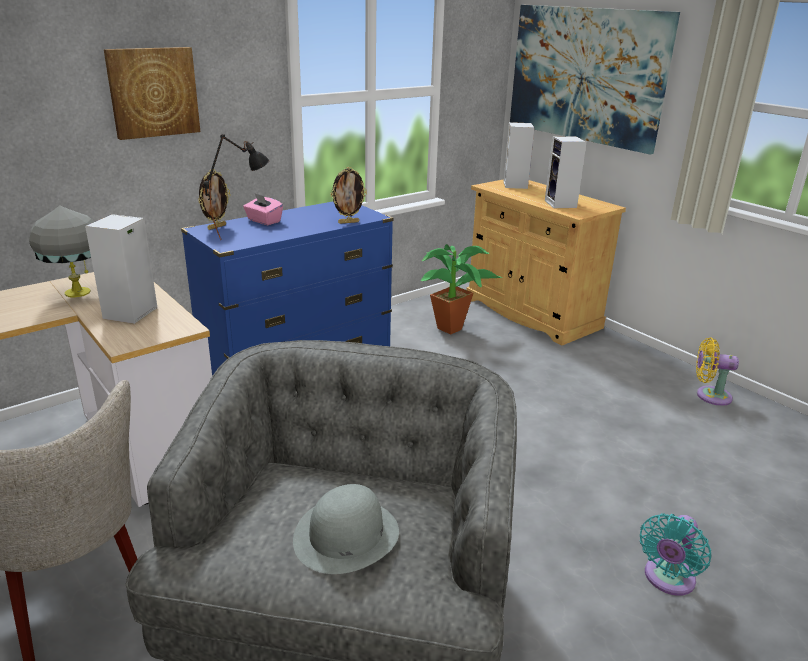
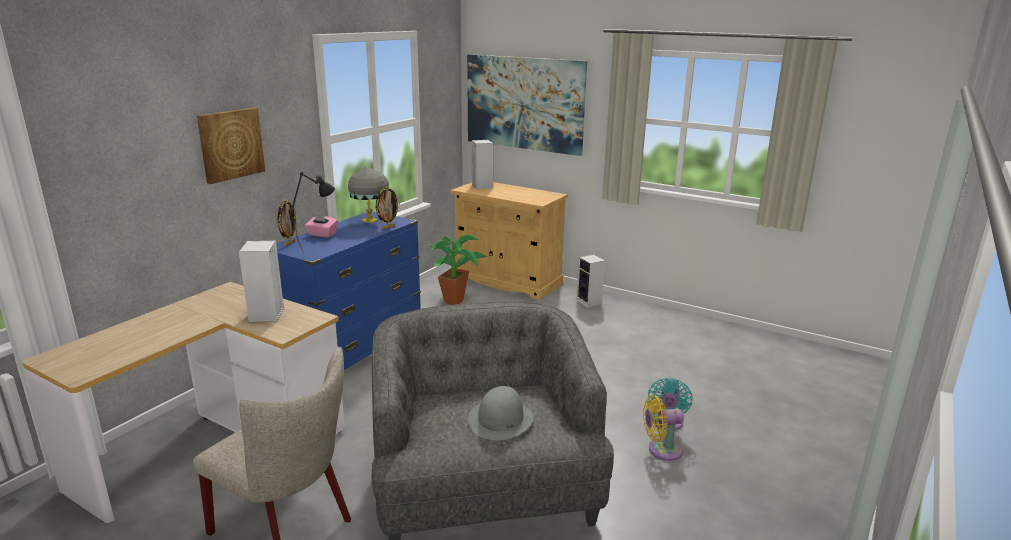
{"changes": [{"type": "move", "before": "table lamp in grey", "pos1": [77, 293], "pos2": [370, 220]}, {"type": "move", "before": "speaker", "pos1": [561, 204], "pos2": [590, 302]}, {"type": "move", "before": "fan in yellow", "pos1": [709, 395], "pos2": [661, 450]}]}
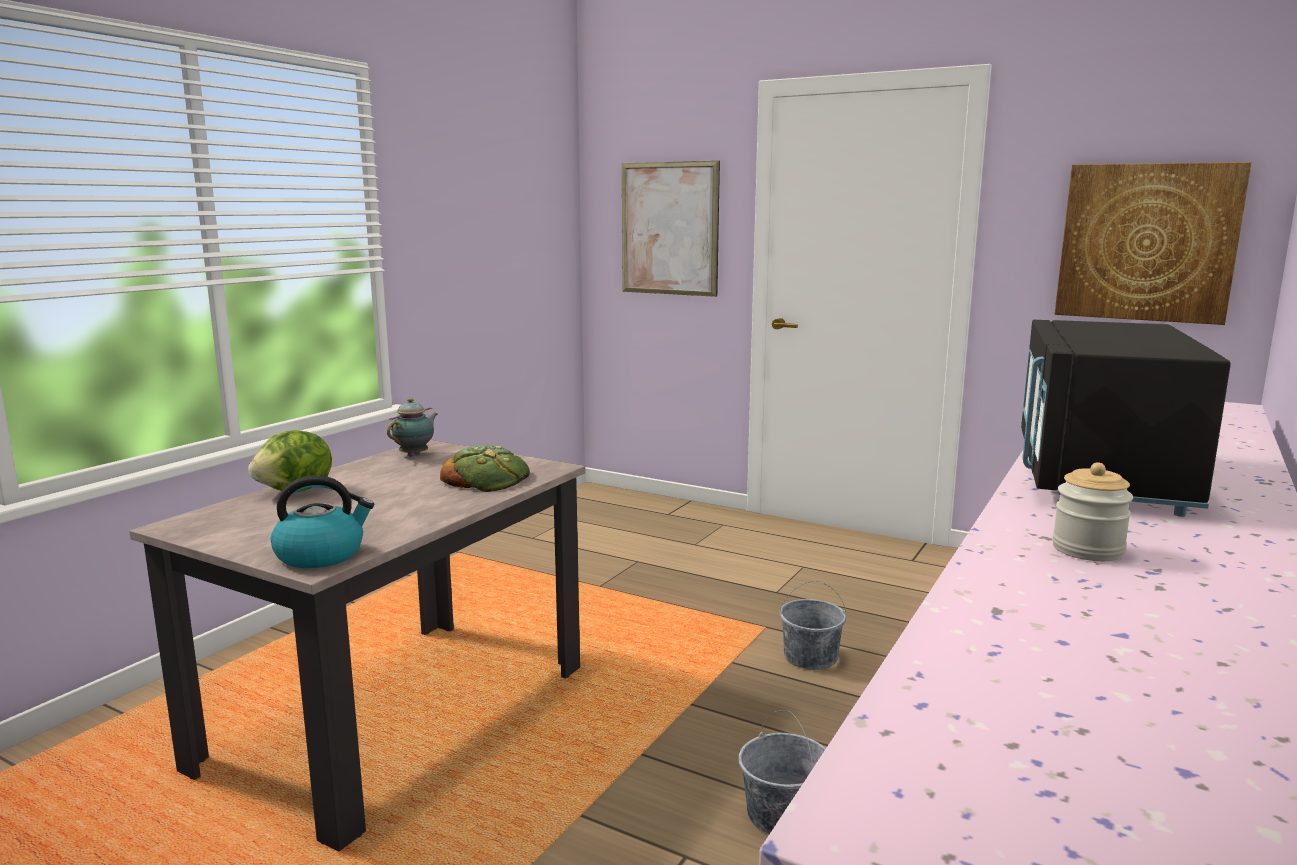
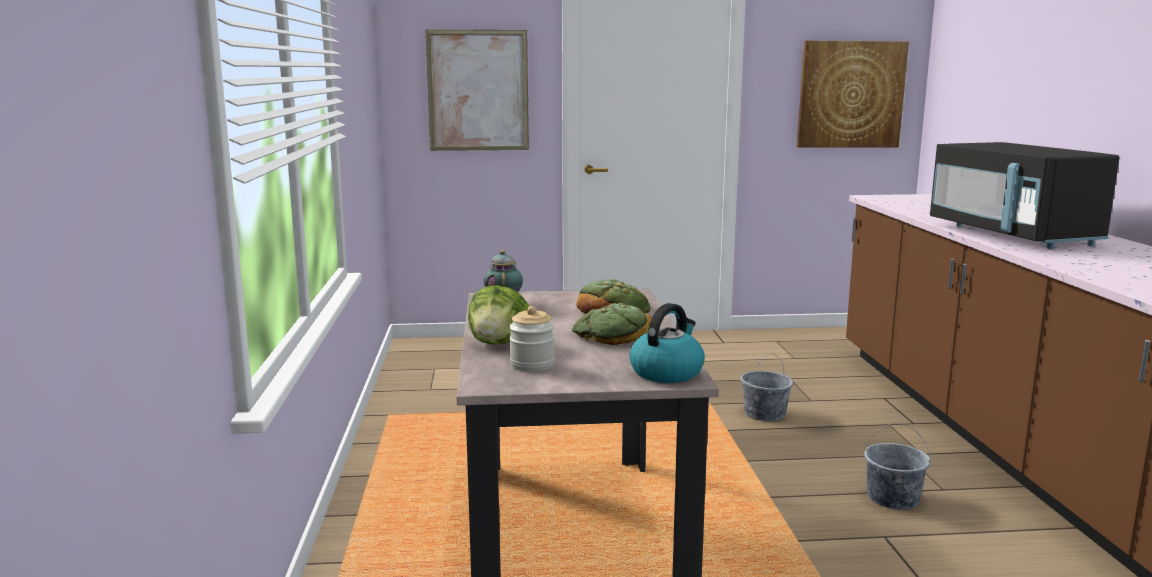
{"changes": [{"type": "insert", "after": "bread", "pos2": [613, 334]}, {"type": "move", "before": "jar", "pos1": [1087, 550], "pos2": [532, 365]}]}
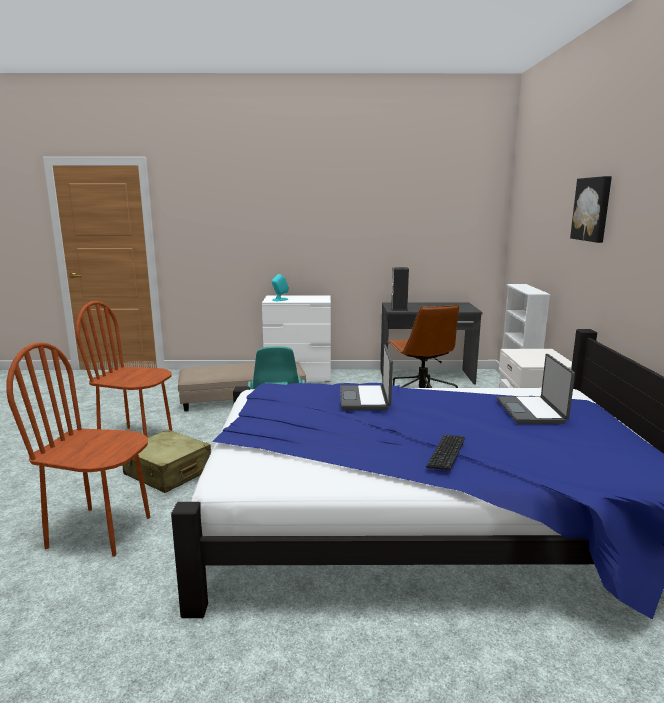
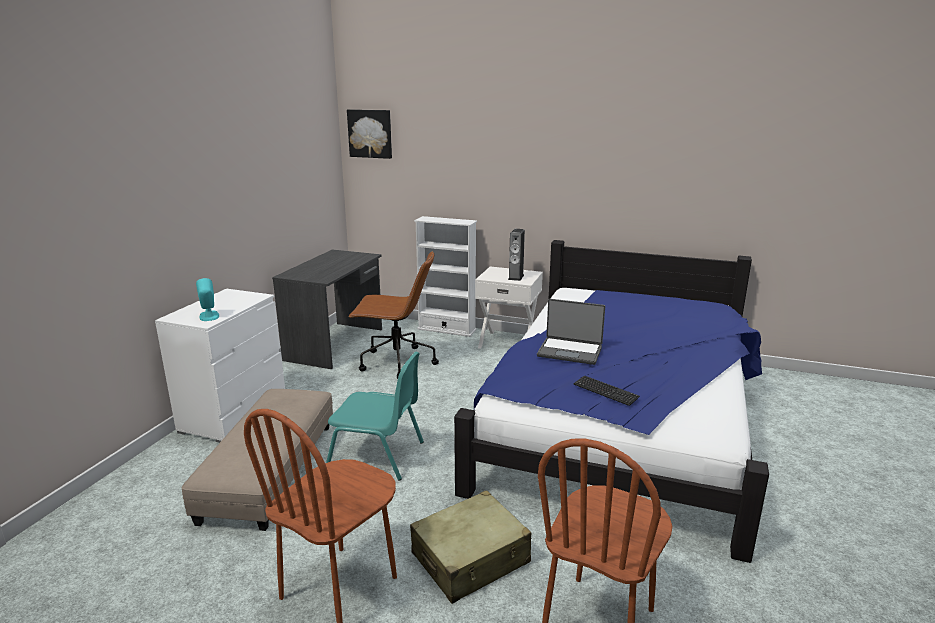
{"changes": [{"type": "delete", "before": "laptop", "pos1": [532, 411]}, {"type": "move", "before": "speaker", "pos1": [399, 310], "pos2": [516, 277]}, {"type": "move", "before": "keyboard", "pos1": [446, 453], "pos2": [605, 391]}, {"type": "move", "before": "picture", "pos1": [592, 209], "pos2": [370, 133]}]}
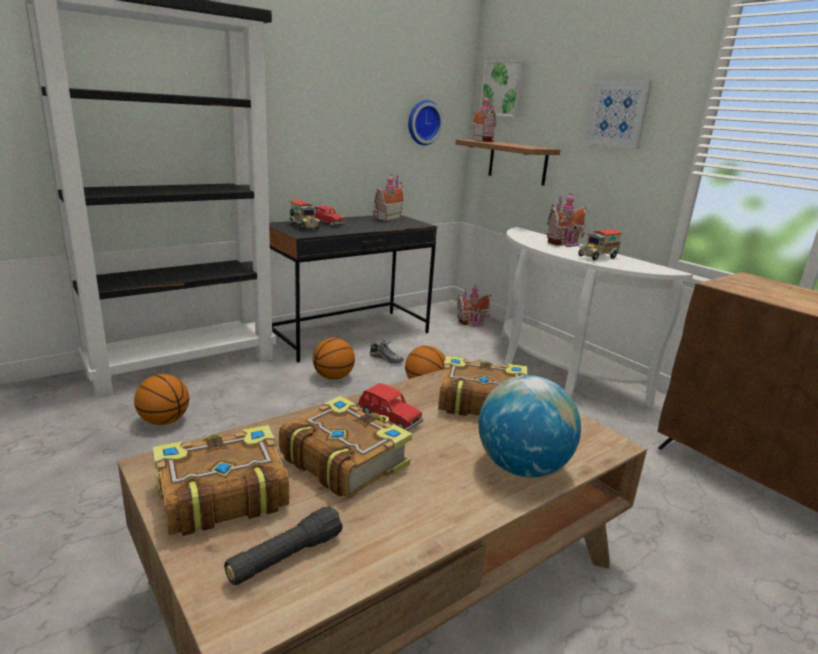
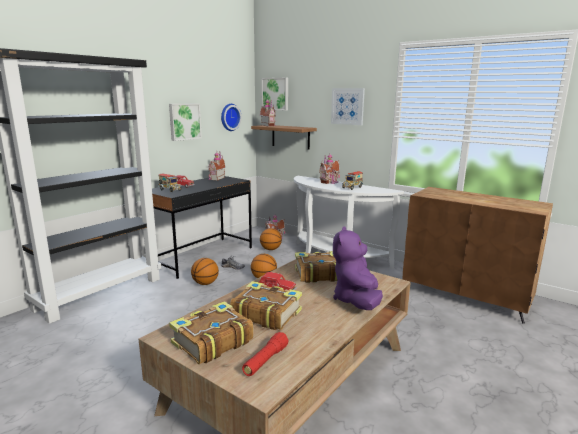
{"changes": [{"type": "insert", "after": "picture", "pos2": [184, 121]}, {"type": "move", "before": "basketball", "pos1": [164, 421], "pos2": [270, 249]}, {"type": "replace", "before": "globe", "after": "plush toy in purple", "pos1": [521, 467], "pos2": [356, 300]}, {"type": "recolor", "before": "flashlight in black", "after": "flashlight in red", "pos1": [285, 557], "pos2": [265, 361]}]}
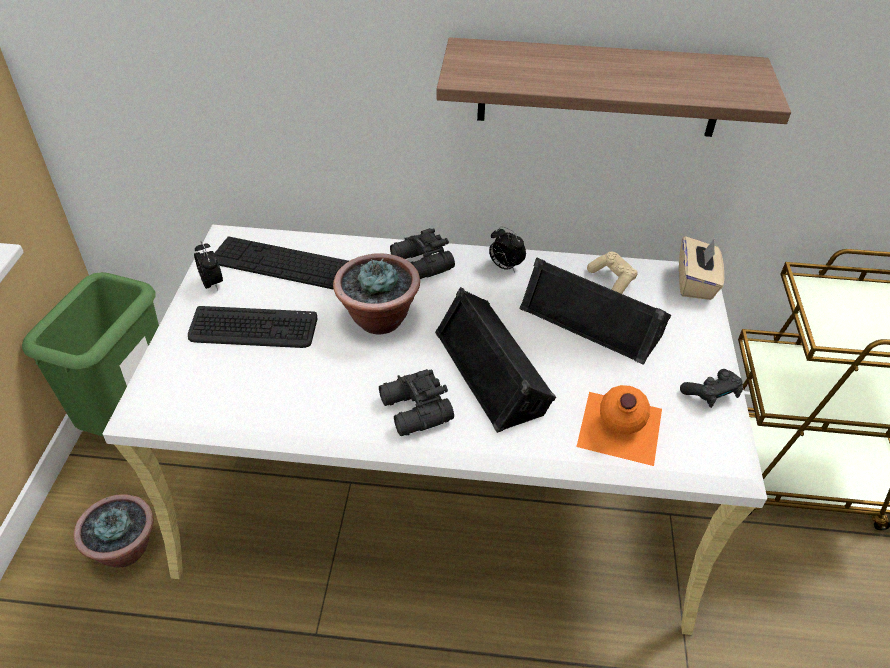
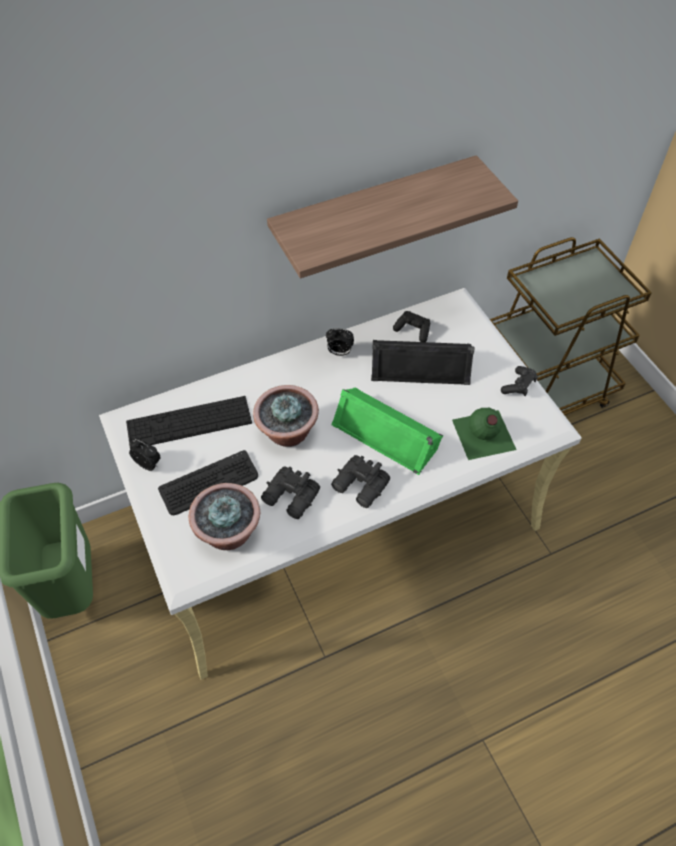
{"changes": [{"type": "delete", "before": "tissue box in beige", "pos1": [695, 283]}, {"type": "move", "before": "potted plant", "pos1": [125, 549], "pos2": [228, 533]}, {"type": "move", "before": "binoculars in black", "pos1": [421, 265], "pos2": [291, 498]}, {"type": "recolor", "before": "speaker in black", "after": "speaker in green", "pos1": [493, 370], "pos2": [386, 433]}, {"type": "recolor", "before": "bottle in orange", "after": "bottle in green", "pos1": [618, 428], "pos2": [483, 435]}, {"type": "recolor", "before": "game controller in beige", "after": "game controller in black", "pos1": [612, 280], "pos2": [413, 330]}]}
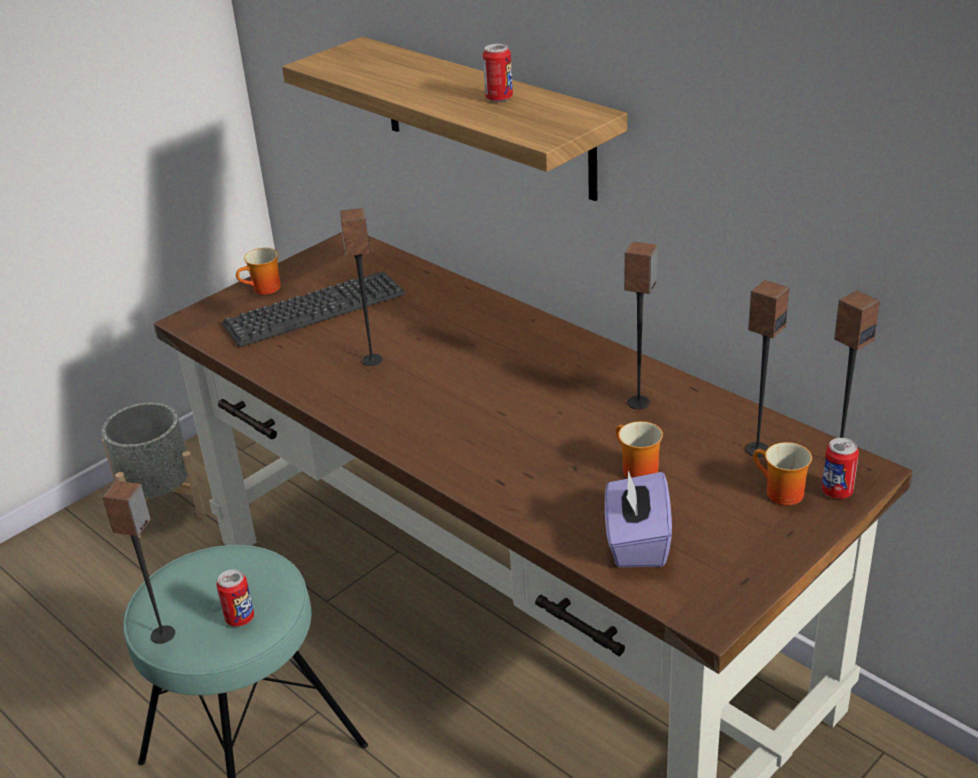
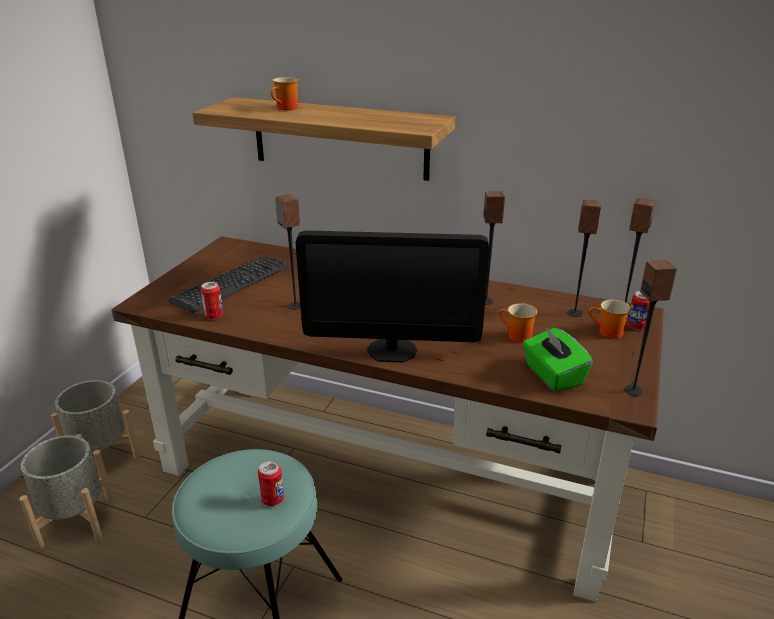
{"changes": [{"type": "insert", "after": "planter in grey", "pos2": [76, 521]}, {"type": "insert", "after": "monitor", "pos2": [392, 350]}, {"type": "move", "before": "speaker", "pos1": [163, 635], "pos2": [634, 390]}, {"type": "move", "before": "mug", "pos1": [264, 289], "pos2": [287, 108]}, {"type": "move", "before": "can", "pos1": [499, 98], "pos2": [214, 316]}, {"type": "recolor", "before": "tissue box in purple", "after": "tissue box in green", "pos1": [636, 542], "pos2": [552, 375]}]}
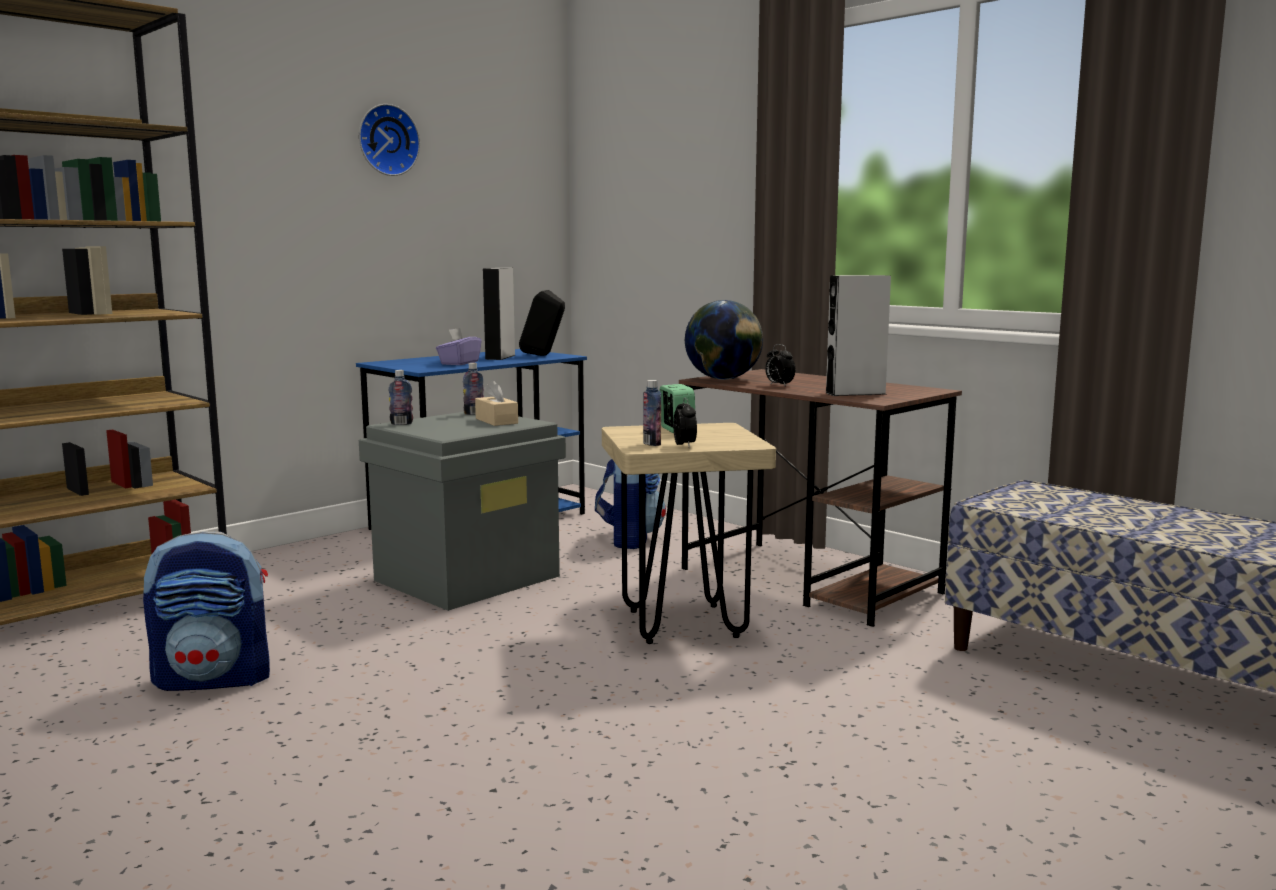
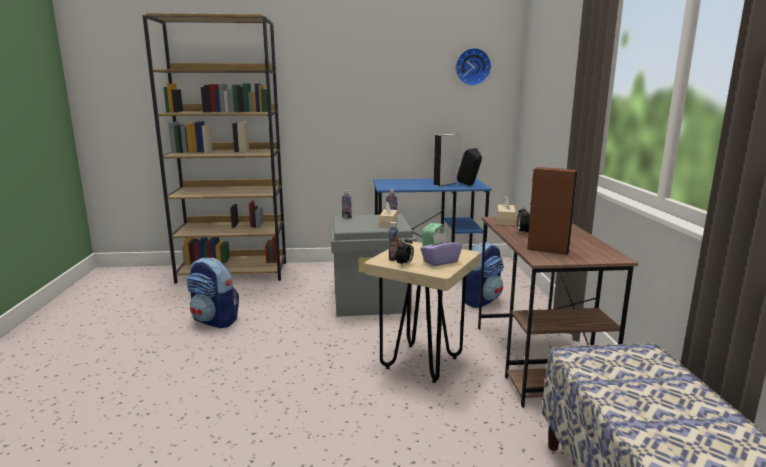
{"changes": [{"type": "move", "before": "wall clock", "pos1": [386, 140], "pos2": [472, 67]}, {"type": "move", "before": "tissue box in purple", "pos1": [459, 363], "pos2": [440, 261]}, {"type": "replace", "before": "globe", "after": "tissue box in beige", "pos1": [723, 379], "pos2": [505, 221]}, {"type": "recolor", "before": "speaker in grey", "after": "speaker in brown", "pos1": [855, 393], "pos2": [548, 250]}]}
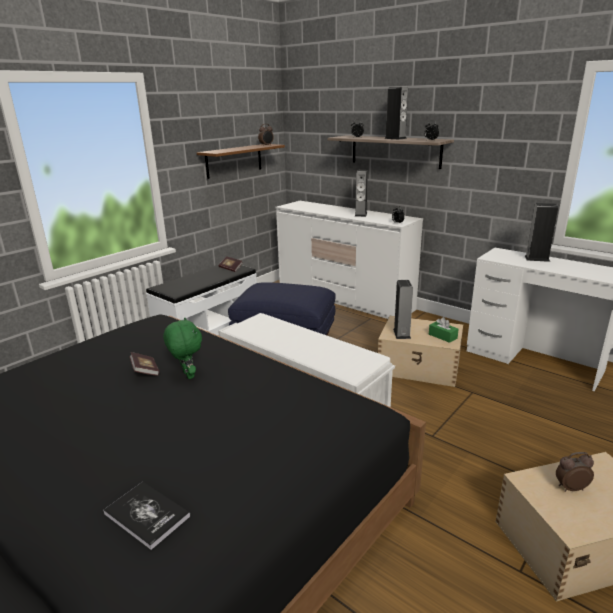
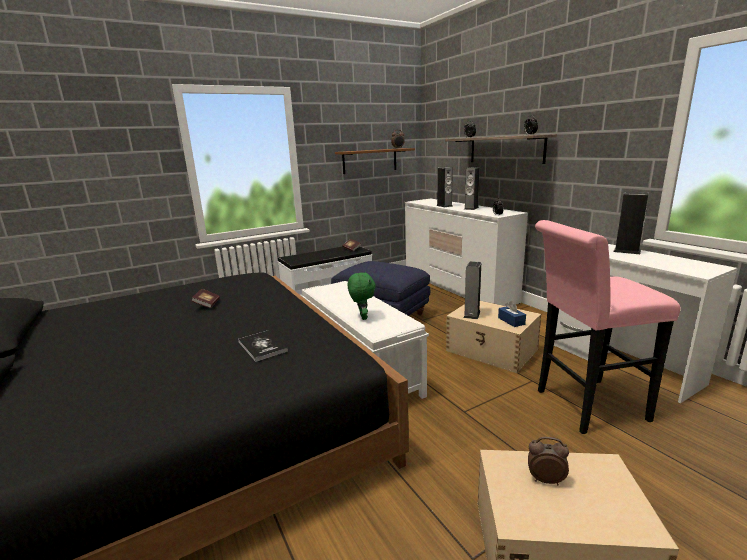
{"changes": [{"type": "insert", "after": "stool in pink", "pos2": [584, 406]}, {"type": "move", "before": "book", "pos1": [147, 515], "pos2": [262, 346]}, {"type": "move", "before": "plush toy in green", "pos1": [187, 375], "pos2": [362, 317]}, {"type": "move", "before": "speaker", "pos1": [395, 138], "pos2": [444, 206]}, {"type": "recolor", "before": "tissue box in green", "after": "tissue box in blue", "pos1": [442, 336], "pos2": [511, 321]}]}
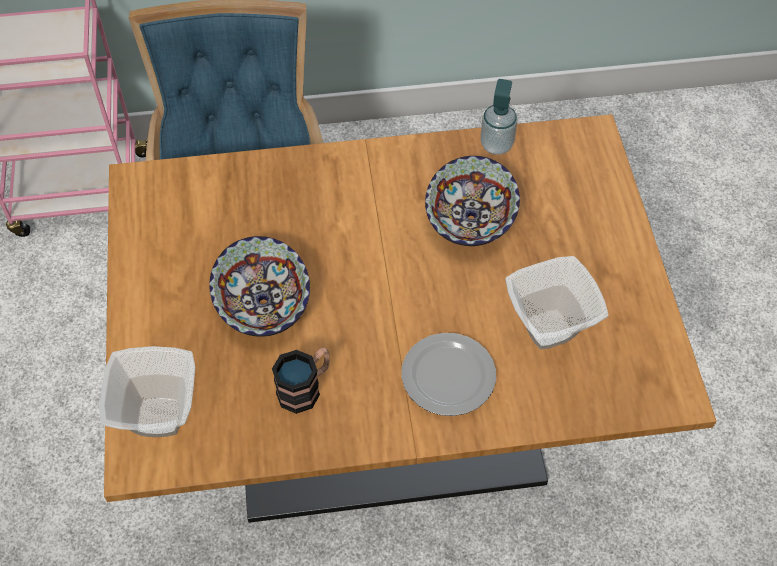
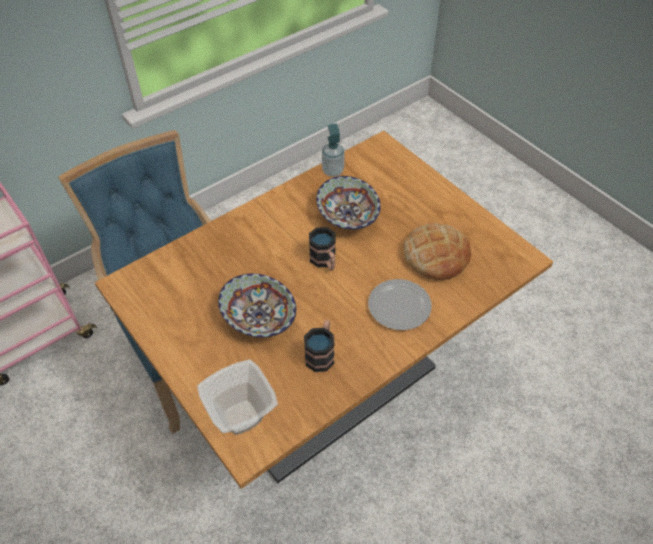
{"changes": [{"type": "insert", "after": "mug", "pos2": [325, 261]}, {"type": "replace", "before": "bowl", "after": "bread", "pos1": [550, 330], "pos2": [436, 255]}]}
